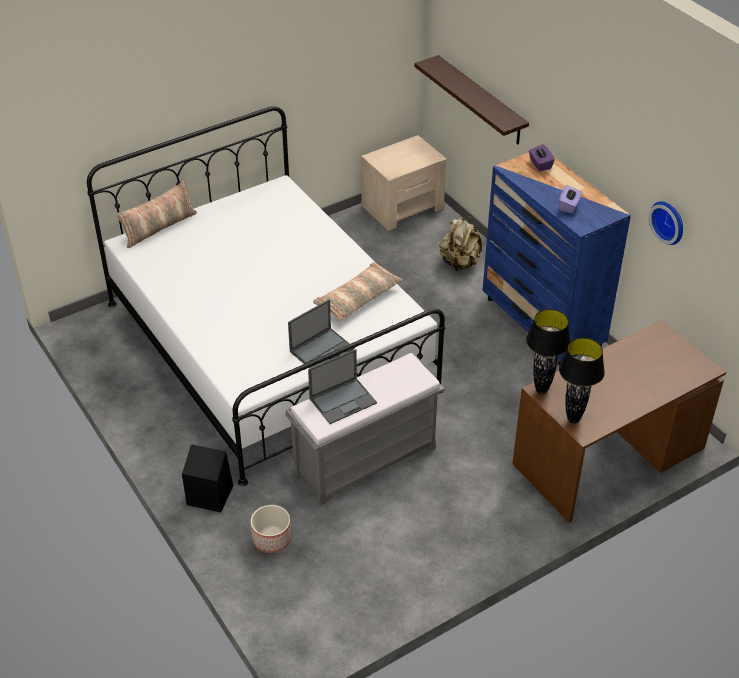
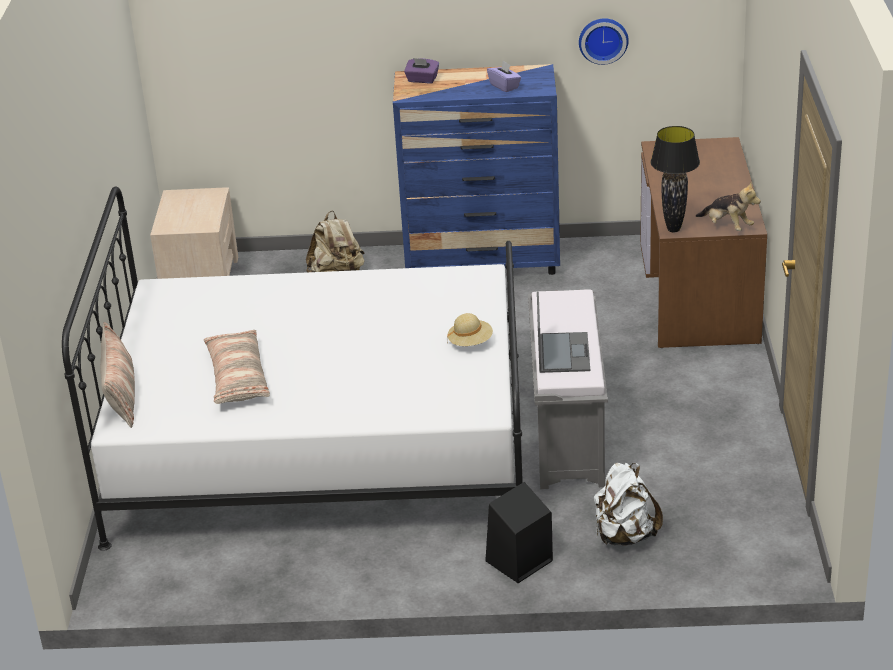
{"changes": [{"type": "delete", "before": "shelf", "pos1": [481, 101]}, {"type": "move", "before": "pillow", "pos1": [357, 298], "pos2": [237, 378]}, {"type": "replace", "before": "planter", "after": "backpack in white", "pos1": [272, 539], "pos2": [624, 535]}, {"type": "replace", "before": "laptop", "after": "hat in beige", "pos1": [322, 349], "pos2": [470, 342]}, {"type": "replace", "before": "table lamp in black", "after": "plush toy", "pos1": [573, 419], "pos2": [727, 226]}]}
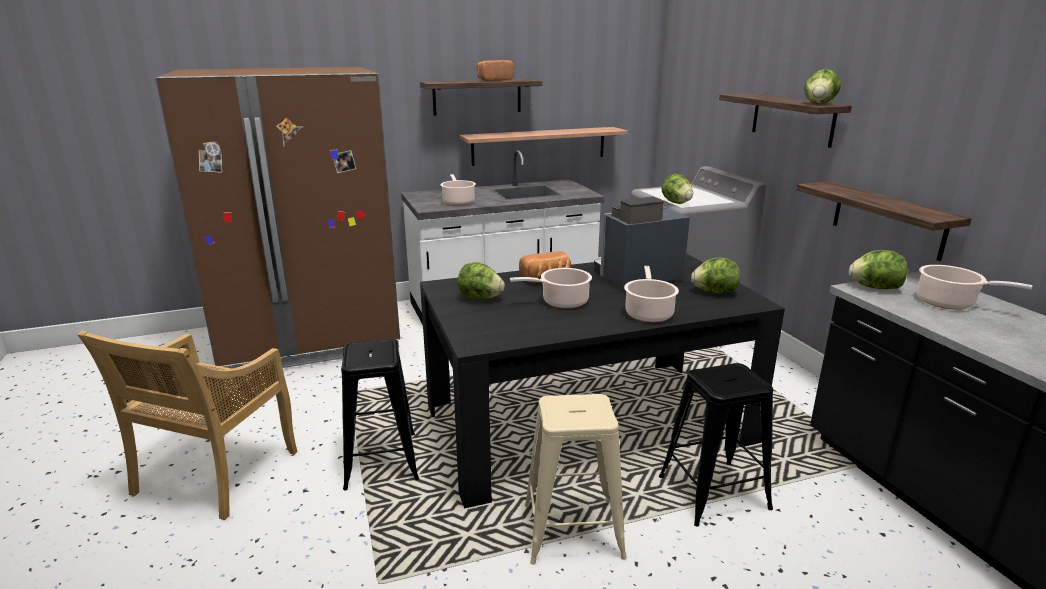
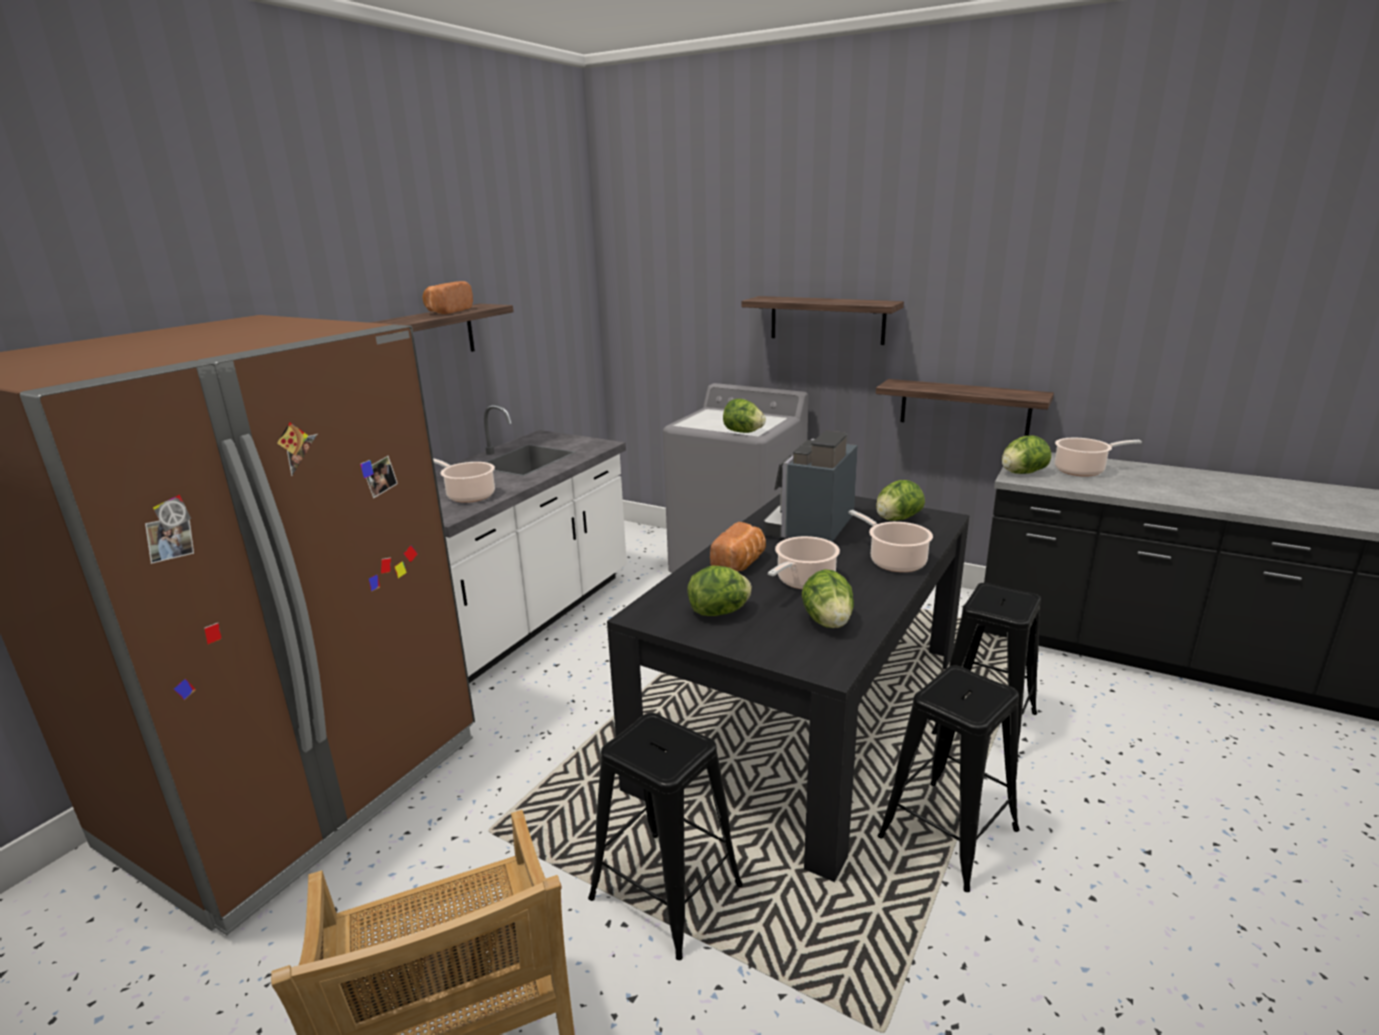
{"changes": [{"type": "delete", "before": "shelf", "pos1": [539, 145]}, {"type": "move", "before": "lettuce", "pos1": [819, 104], "pos2": [828, 622]}, {"type": "recolor", "before": "stool in beige", "after": "stool in black", "pos1": [572, 531], "pos2": [948, 833]}]}
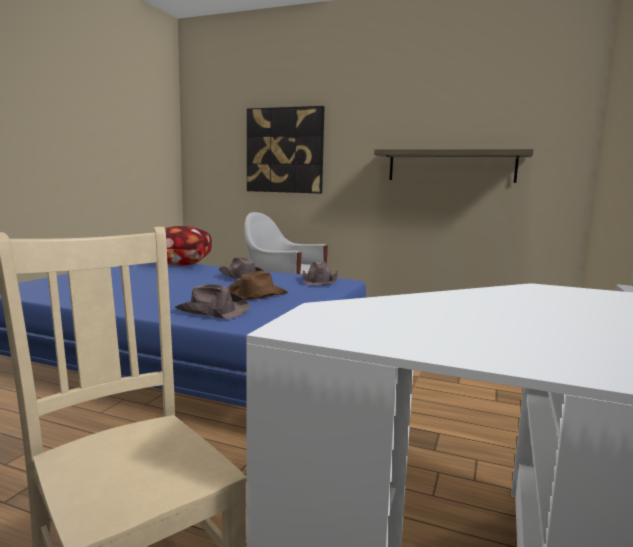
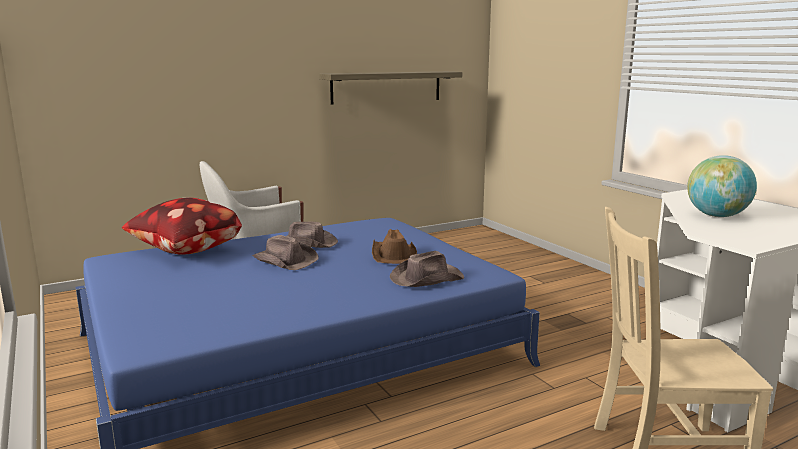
{"changes": [{"type": "delete", "before": "picture", "pos1": [285, 150]}, {"type": "insert", "after": "globe", "pos2": [717, 216]}, {"type": "move", "before": "hat in brown", "pos1": [320, 281], "pos2": [285, 260]}]}
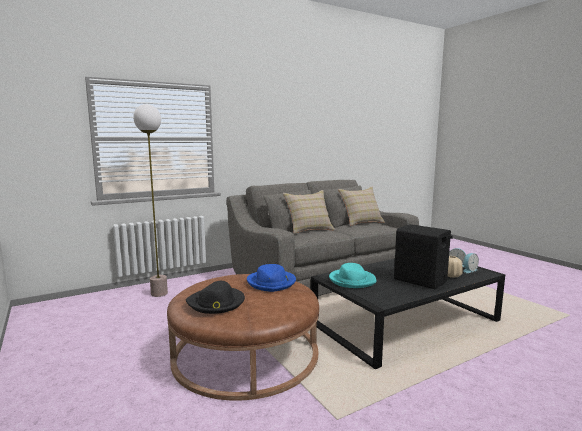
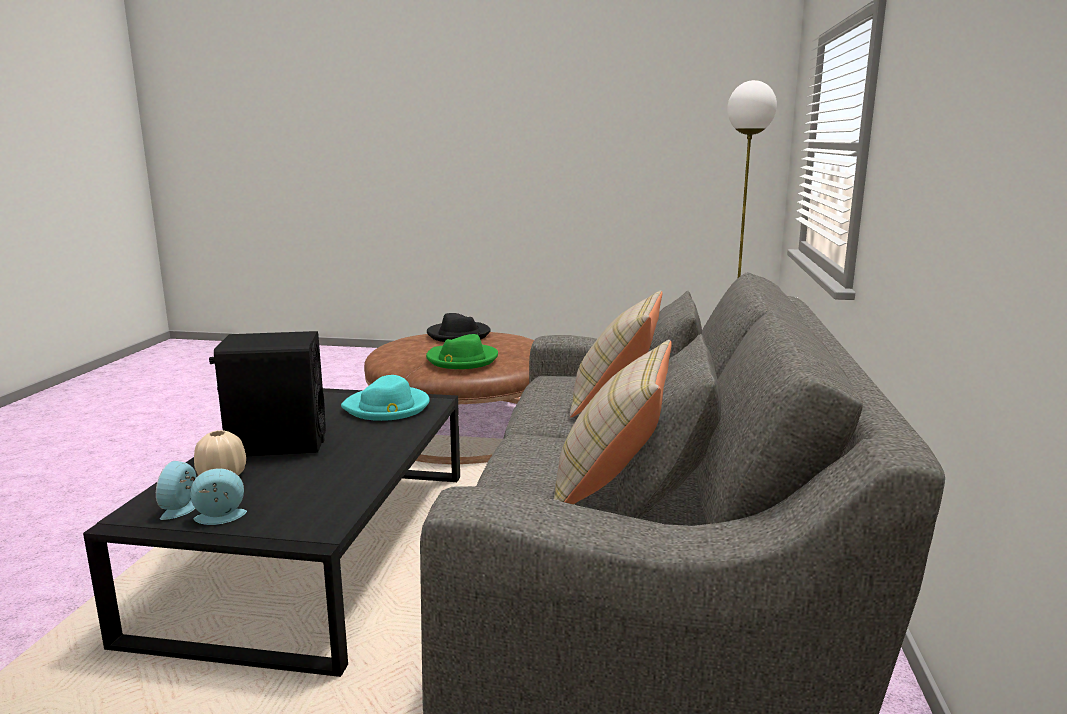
{"changes": [{"type": "recolor", "before": "hat in blue", "after": "hat in green", "pos1": [271, 282], "pos2": [461, 360]}]}
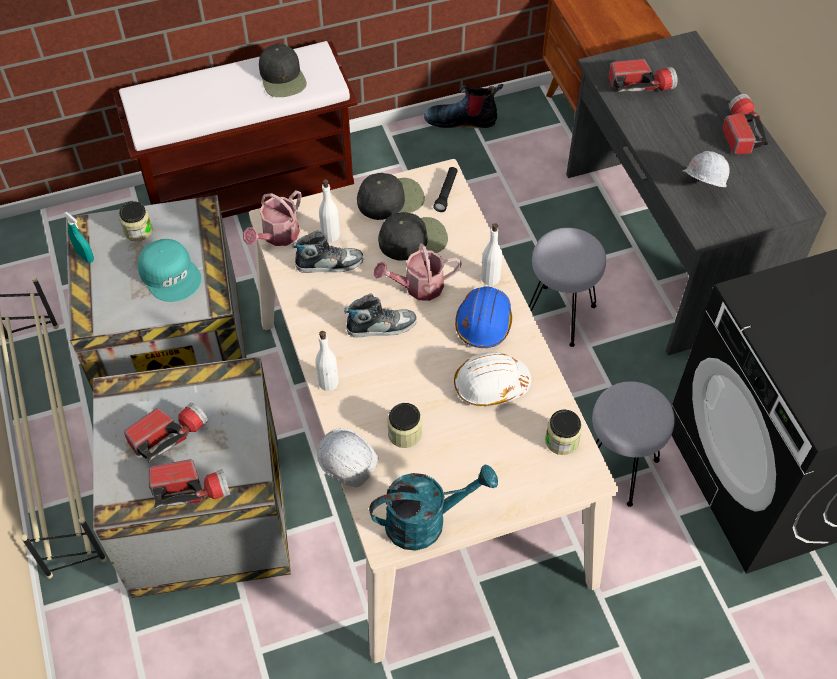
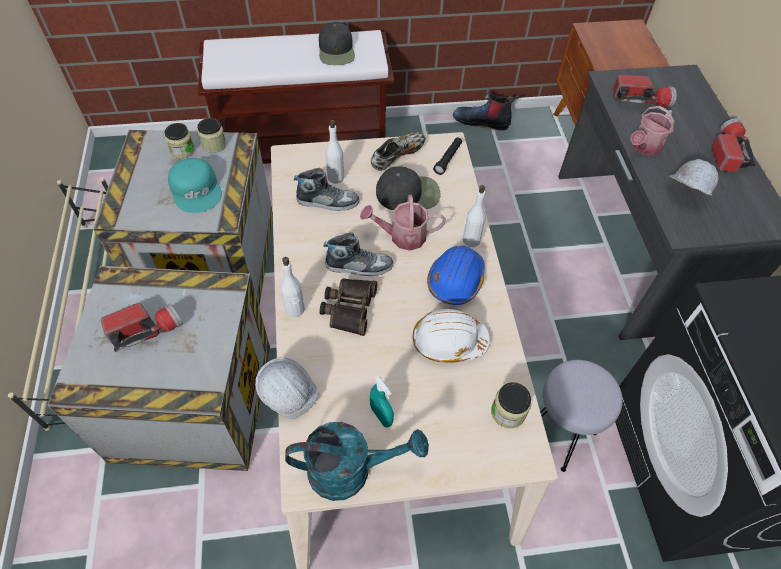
{"changes": [{"type": "delete", "before": "flashlight", "pos1": [191, 490]}, {"type": "delete", "before": "stool in grey", "pos1": [559, 316]}, {"type": "insert", "after": "binoculars", "pos2": [348, 308]}, {"type": "move", "before": "spray bottle in turquoise", "pos1": [85, 256], "pos2": [381, 416]}, {"type": "move", "before": "watering can", "pos1": [277, 236], "pos2": [644, 147]}, {"type": "move", "before": "jar", "pos1": [404, 434], "pos2": [214, 145]}, {"type": "replace", "before": "cap in black", "after": "shoe", "pos1": [391, 199], "pos2": [397, 156]}]}
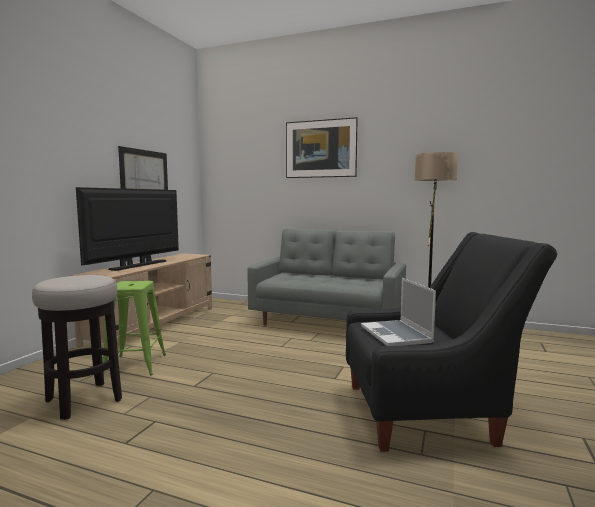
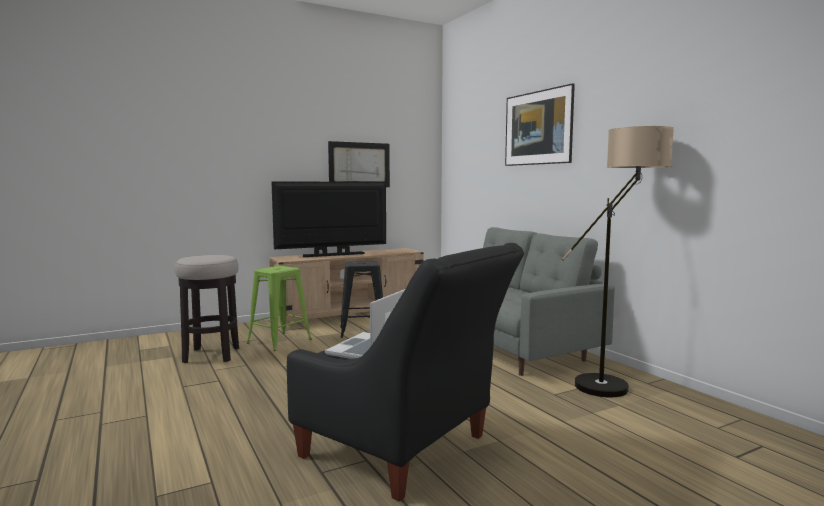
{"changes": [{"type": "insert", "after": "stool in black", "pos2": [362, 331]}]}
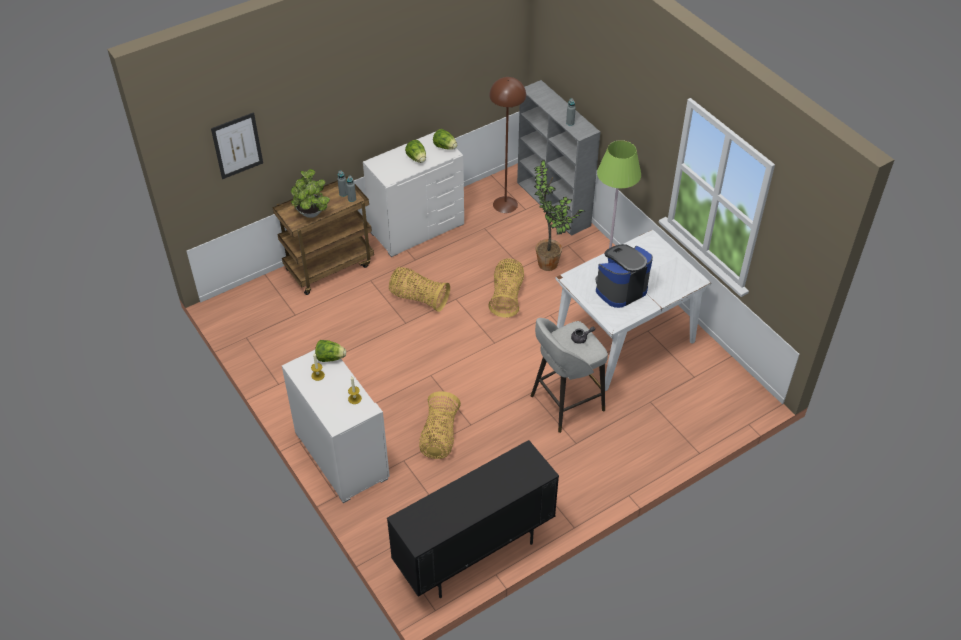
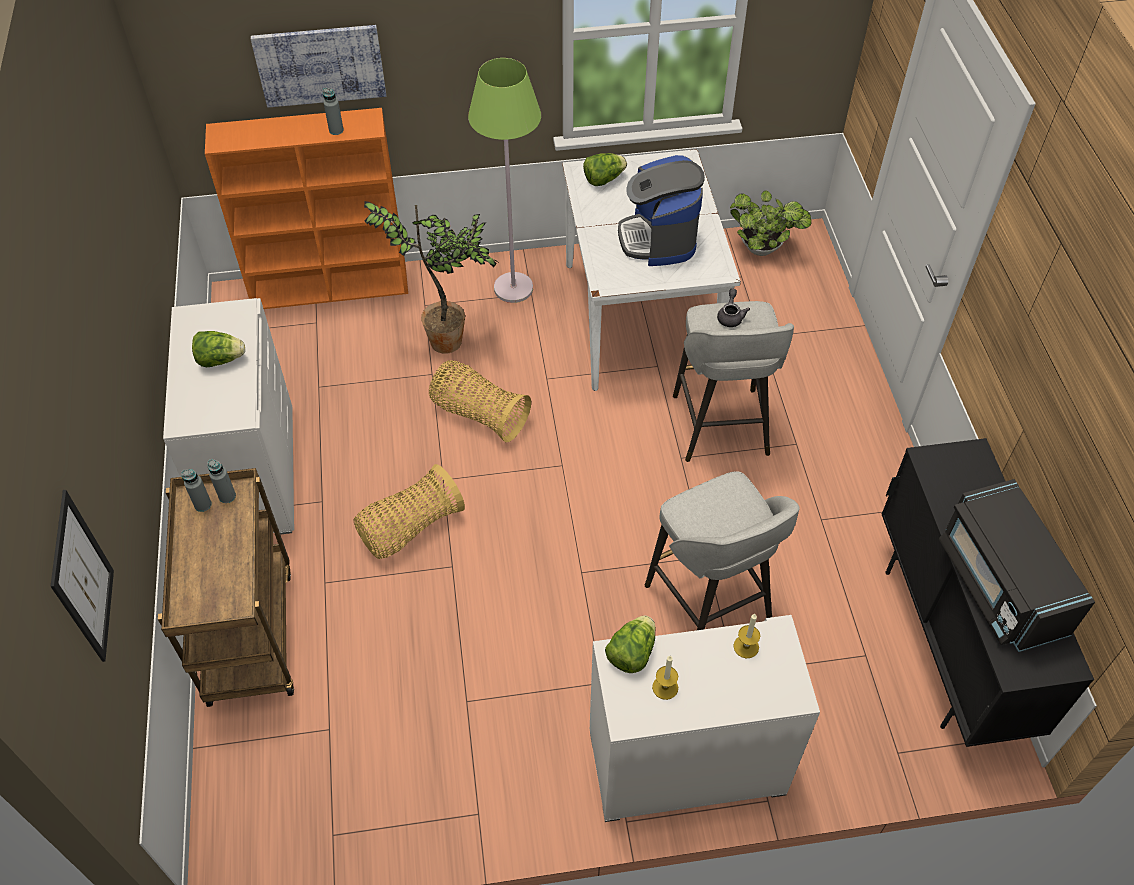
{"changes": [{"type": "delete", "before": "floor lamp in brown", "pos1": [505, 204]}, {"type": "insert", "after": "picture", "pos2": [320, 65]}, {"type": "insert", "after": "microwave in black", "pos2": [1000, 585]}, {"type": "move", "before": "potted plant", "pos1": [311, 214], "pos2": [763, 249]}, {"type": "move", "before": "lettuce", "pos1": [445, 147], "pos2": [603, 179]}, {"type": "replace", "before": "basket", "after": "stool in grey", "pos1": [439, 436], "pos2": [709, 606]}, {"type": "recolor", "before": "bookcase in grey", "after": "bookcase in orange", "pos1": [554, 204], "pos2": [332, 287]}]}
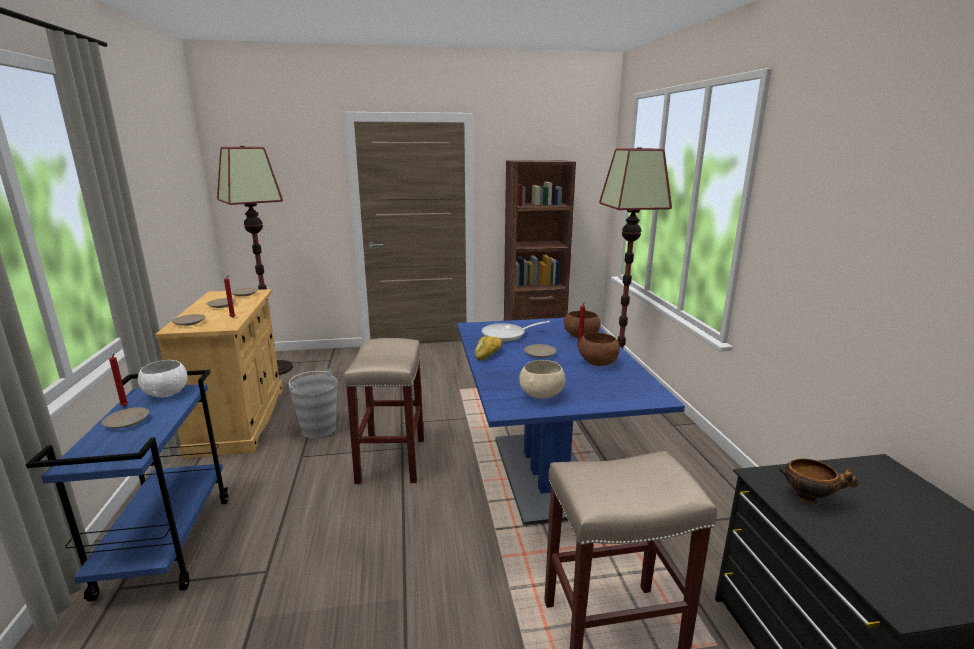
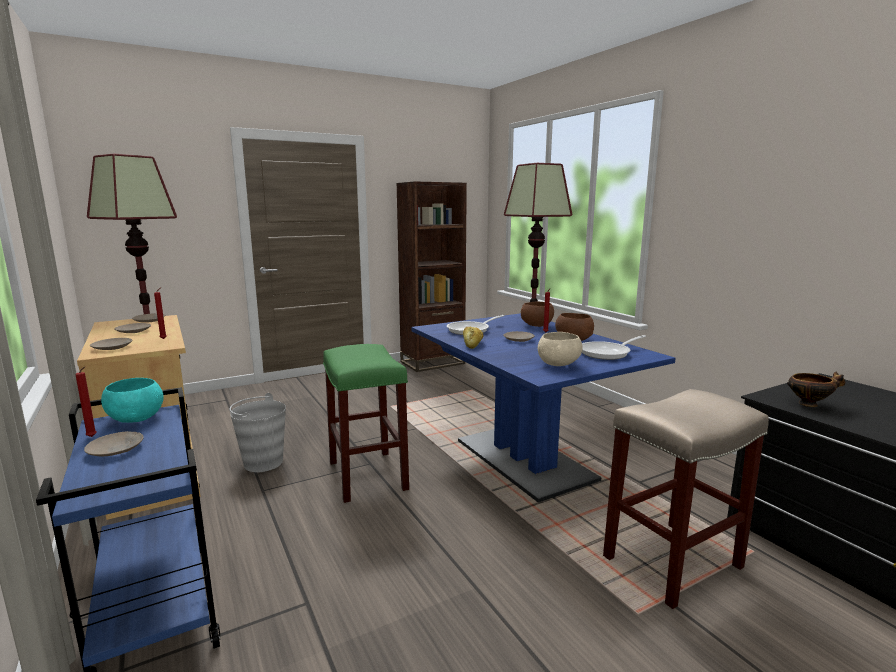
{"changes": [{"type": "insert", "after": "frying pan", "pos2": [608, 353]}, {"type": "recolor", "before": "bowl in white", "after": "bowl in turquoise", "pos1": [166, 393], "pos2": [136, 418]}, {"type": "recolor", "before": "stool in beige", "after": "stool in green", "pos1": [391, 459], "pos2": [366, 475]}]}
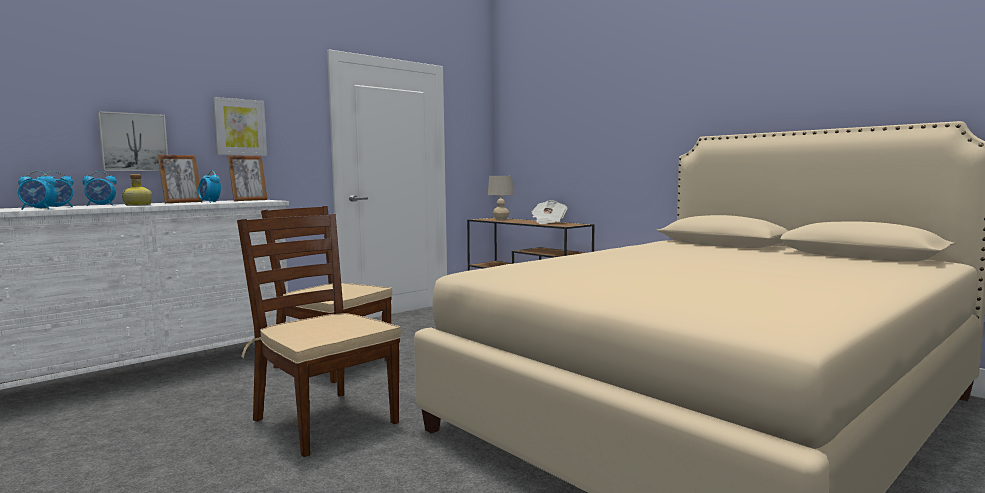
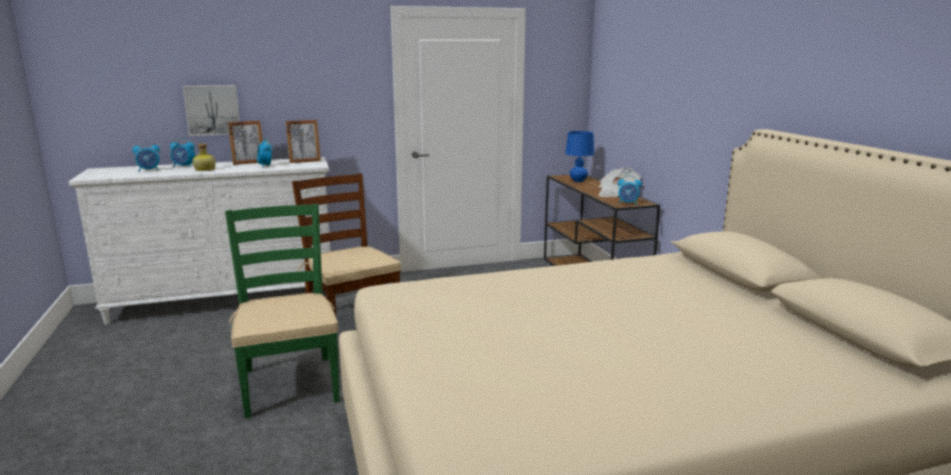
{"changes": [{"type": "delete", "before": "picture", "pos1": [240, 127]}, {"type": "move", "before": "alarm clock", "pos1": [38, 209], "pos2": [628, 203]}, {"type": "recolor", "before": "chair in brown", "after": "chair in green", "pos1": [324, 420], "pos2": [290, 384]}, {"type": "recolor", "before": "table lamp in beige", "after": "table lamp in blue", "pos1": [500, 219], "pos2": [578, 181]}]}
